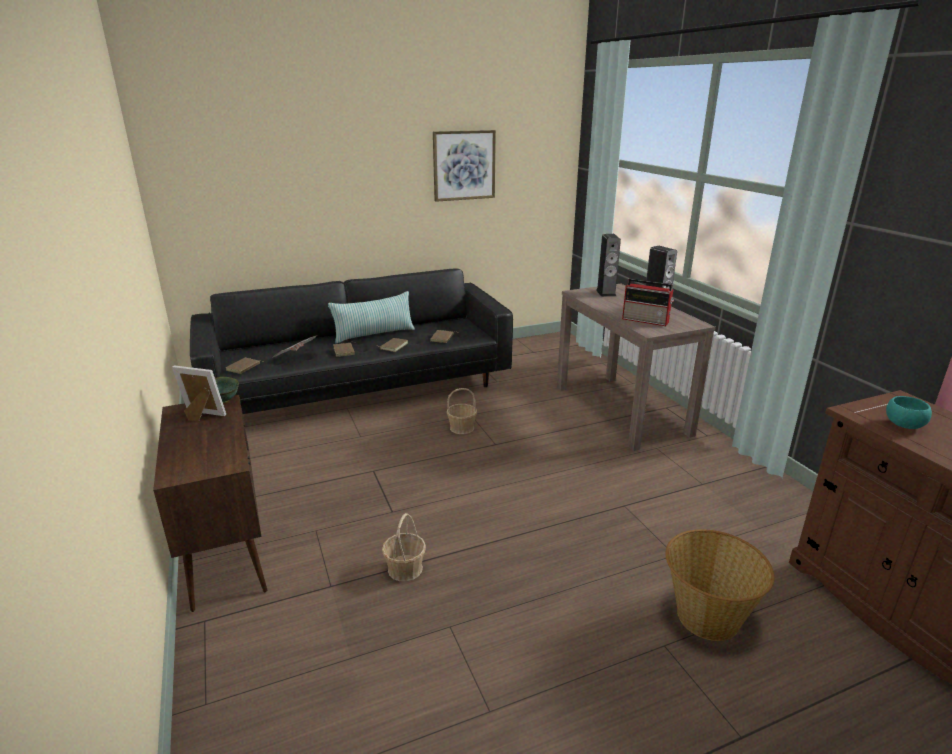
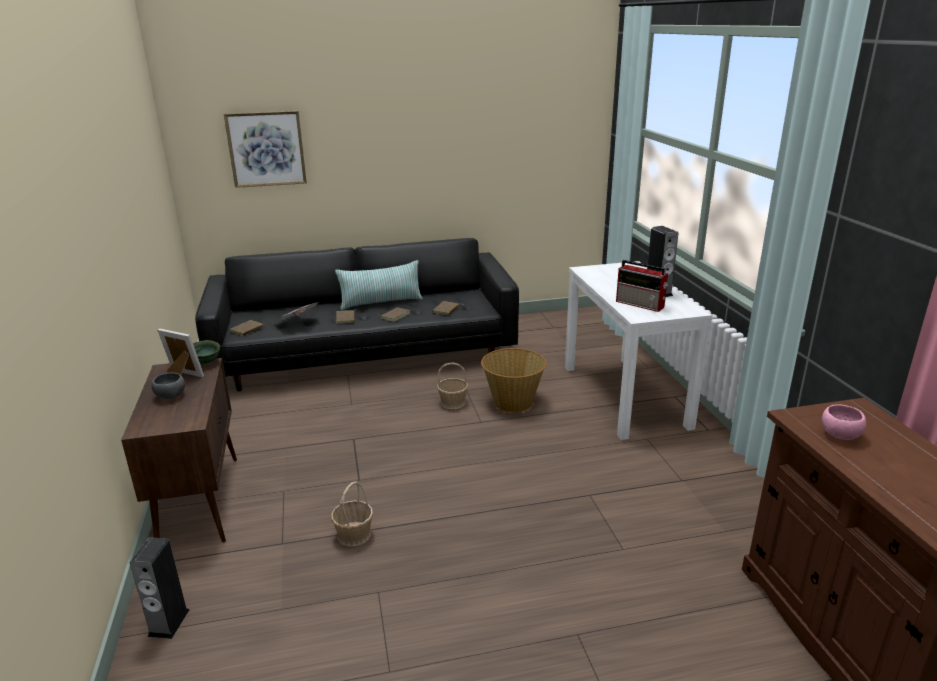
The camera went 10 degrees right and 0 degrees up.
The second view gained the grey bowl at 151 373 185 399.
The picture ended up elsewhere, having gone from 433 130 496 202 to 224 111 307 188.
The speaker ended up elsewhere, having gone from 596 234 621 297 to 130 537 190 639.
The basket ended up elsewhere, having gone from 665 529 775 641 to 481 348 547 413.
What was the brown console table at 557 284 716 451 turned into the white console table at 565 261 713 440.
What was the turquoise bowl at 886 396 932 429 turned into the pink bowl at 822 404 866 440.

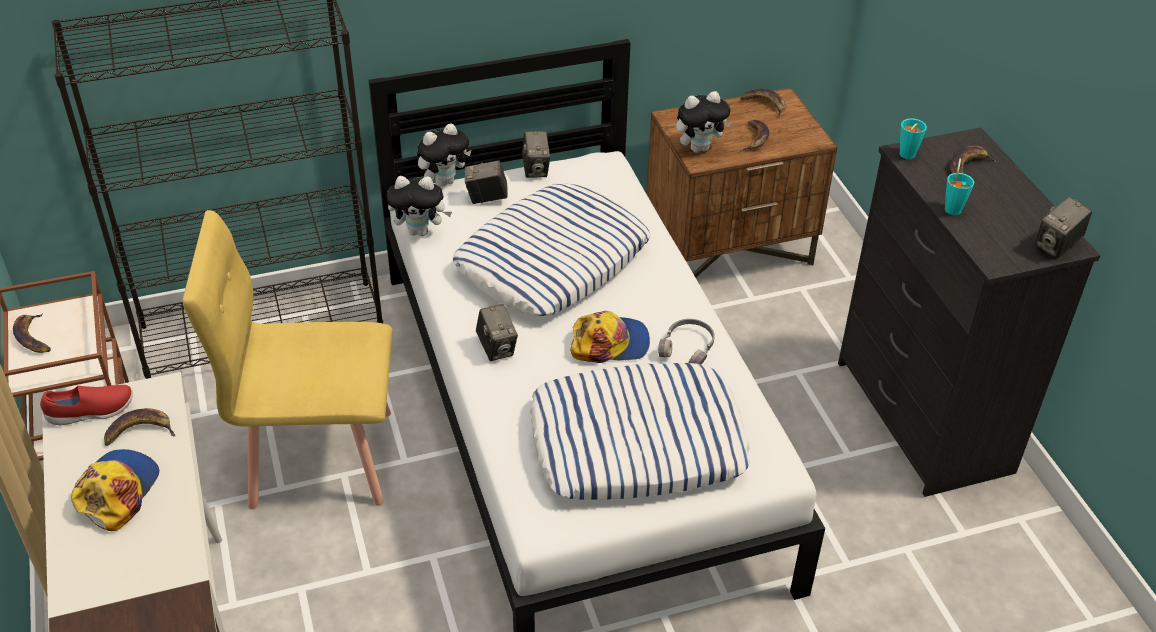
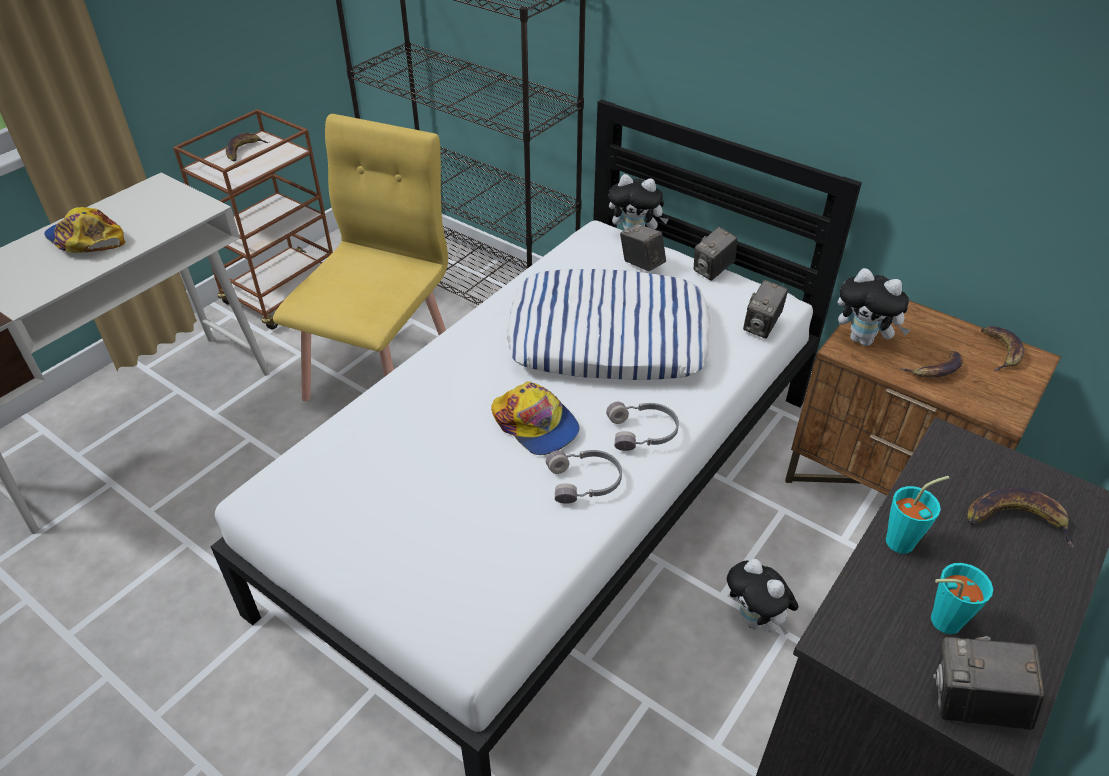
The camera went 55 degrees right and 0 degrees up.
The second view lost the red shoe at 40 385 133 425.
The second view lost the banana at 104 408 175 446.
The second view lost the pillow at 530 363 750 500.
The second view gained the grey headphones at 606 402 679 451.
The plush toy ended up elsewhere, having gone from 387 176 452 236 to 727 559 799 635.
The photo camera ended up elsewhere, having gone from 476 304 518 361 to 743 280 788 339.
The turquoise cup ended up elsewhere, having gone from 900 118 927 159 to 931 563 993 634.
The cap at 71 449 159 531 ended up facing another way, 120 degrees counterclockwise from before.
The yellow chair at 182 210 392 509 ended up facing another way, 60 degrees clockwise from before.

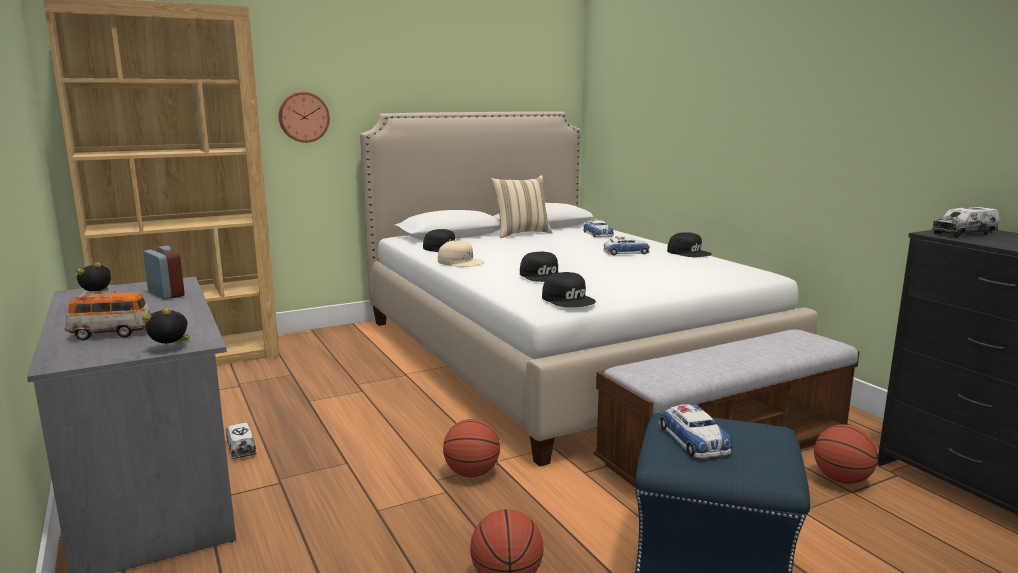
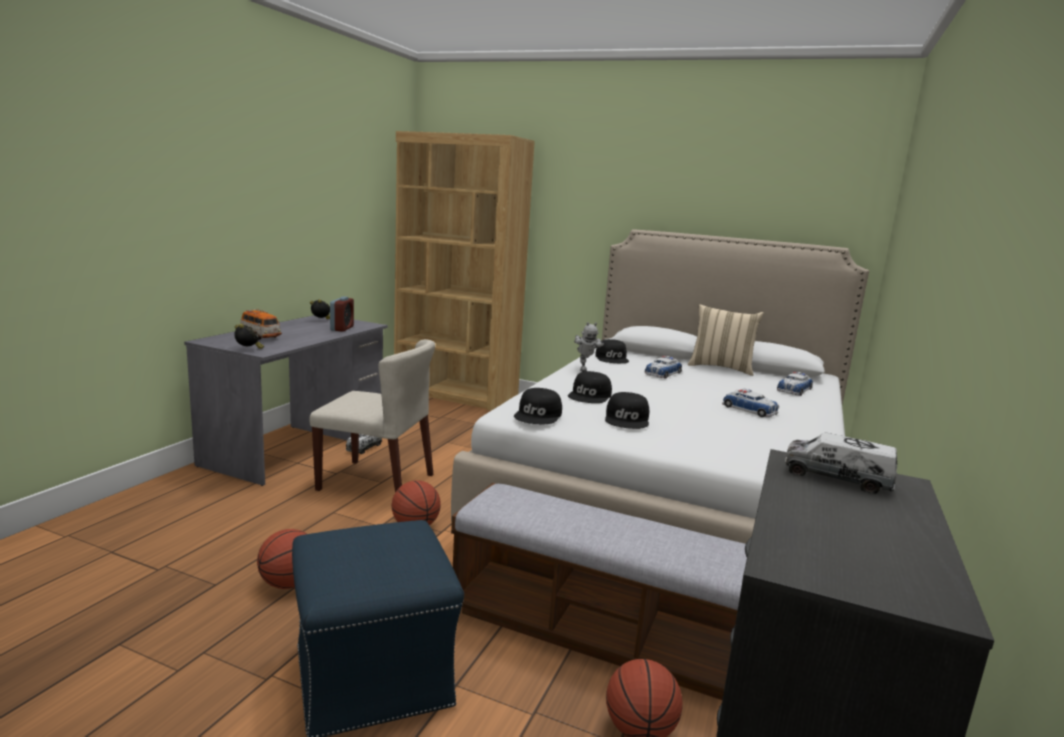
The camera went 50 degrees right and 0 degrees up.
The second view lost the wall clock at 278 92 330 143.
The second view gained the beige chair at 309 339 435 492.
The toy car ended up elsewhere, having gone from 659 404 732 459 to 645 356 682 379.
The black cap ended up elsewhere, having gone from 667 232 712 257 to 605 392 649 429.
Where the beige cap stood at 438 241 484 267, the toy robot came to stand at 574 322 604 372.

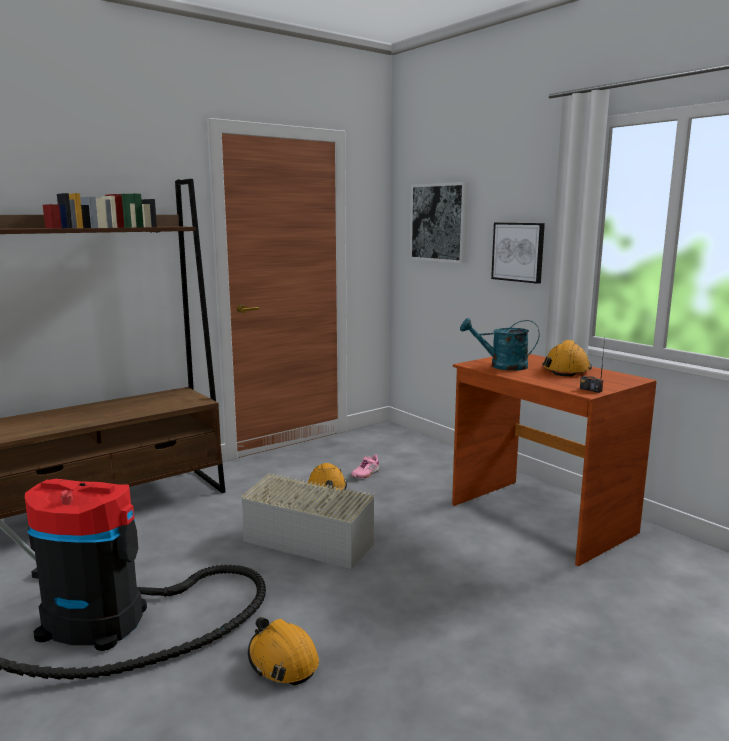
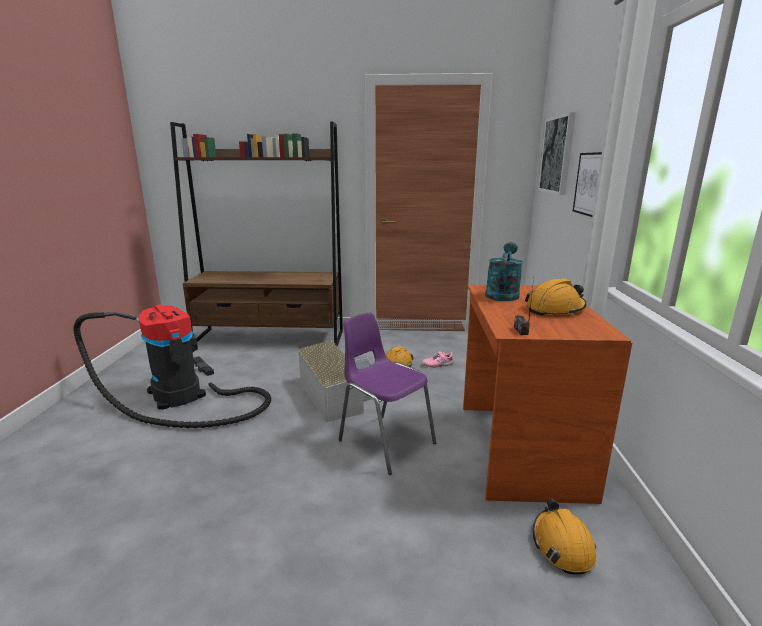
The camera went 40 degrees right and 5 degrees up.
The second view gained the purple chair at 339 313 436 475.
The orange hard hat ended up elsewhere, having gone from 248 617 319 685 to 533 499 596 575.
The turquoise watering can at 460 318 539 371 ended up facing another way, 60 degrees clockwise from before.

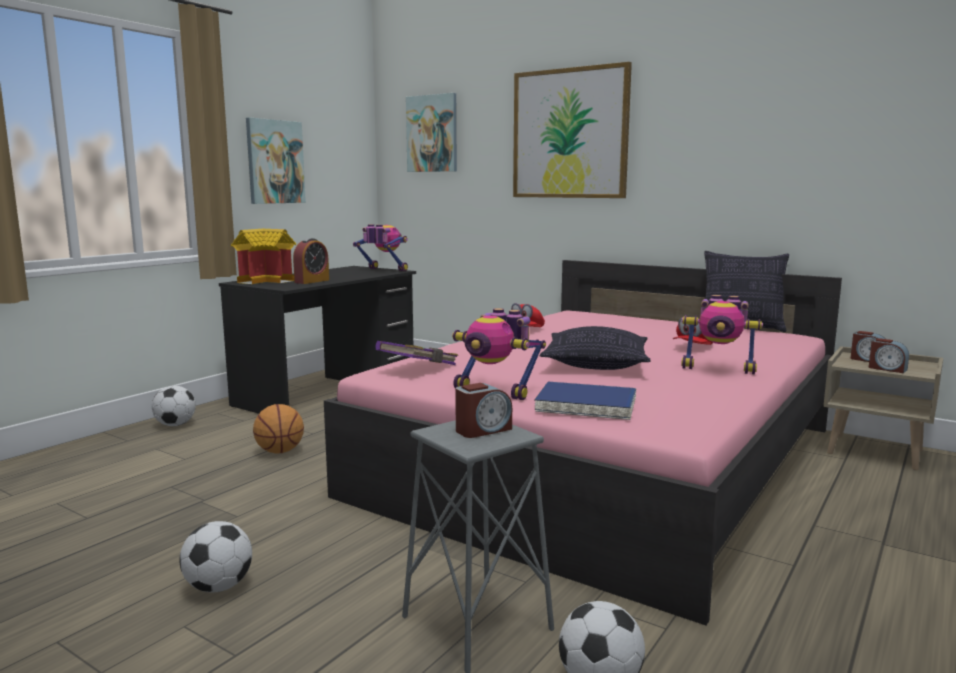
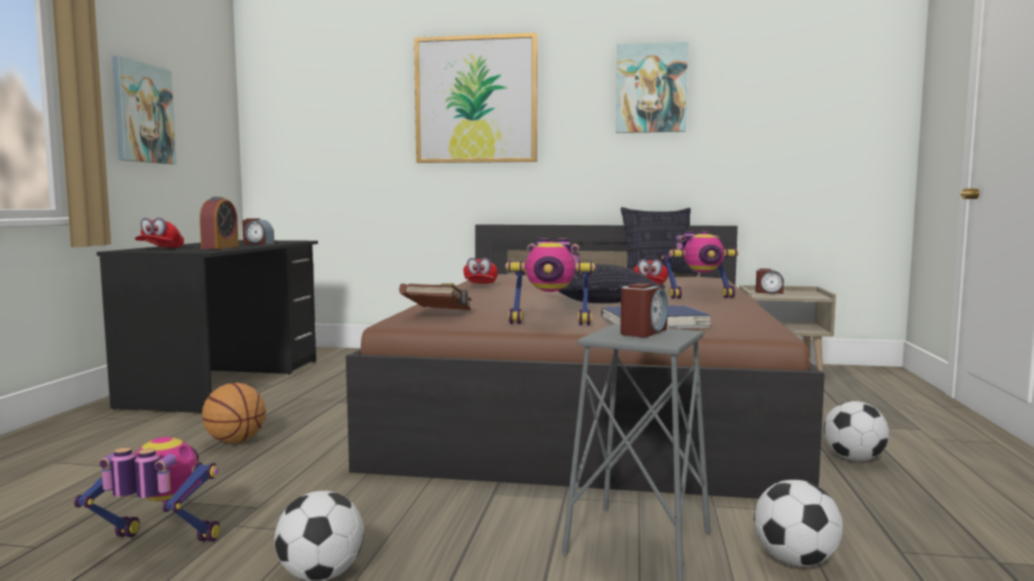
The camera went 25 degrees left and 5 degrees down.
The football ended up elsewhere, having gone from 152 386 196 426 to 824 401 889 461.
The toy robot ended up elsewhere, having gone from 353 224 408 271 to 74 437 220 542.
The picture ended up elsewhere, having gone from 406 93 457 172 to 616 42 688 133.
The alarm clock ended up elsewhere, having gone from 869 338 909 373 to 242 218 274 244.
Where the toy house stood at 231 229 296 284, the red cap came to stand at 135 218 184 248.
What was the pink bed at 324 260 842 626 turned into the brown bed at 346 224 825 499.
What was the purple book at 375 341 458 365 turned into the brown book at 399 283 472 310.

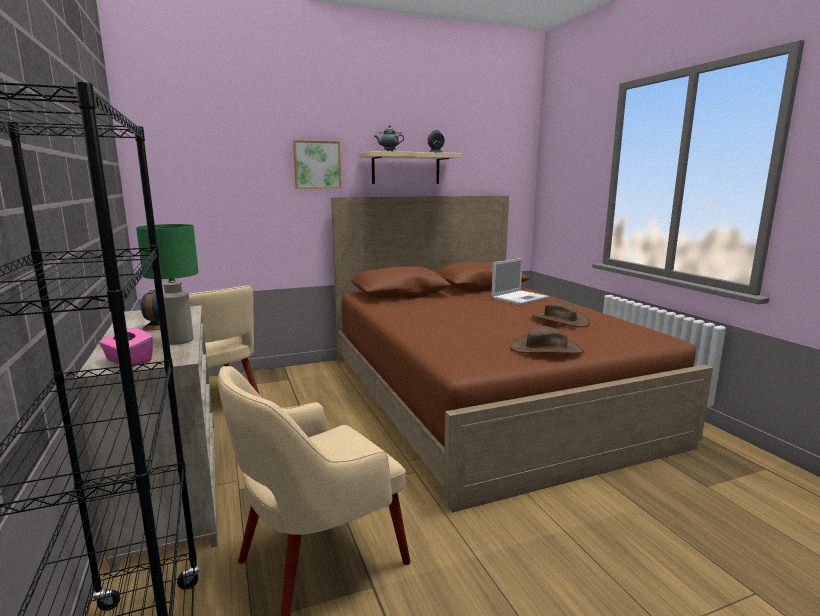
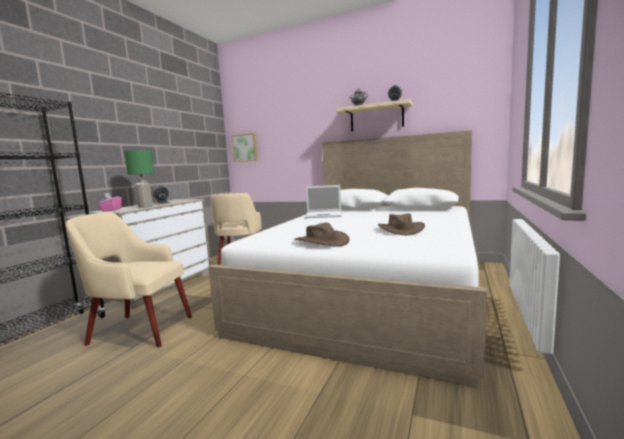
The camera went 45 degrees right and 5 degrees down.
The picture ended up elsewhere, having gone from 293 140 341 188 to 232 133 258 162.
The laptop ended up elsewhere, having gone from 491 258 549 305 to 305 185 342 218.
What was the brown bed at 331 195 713 513 turned into the white bed at 209 130 487 387.

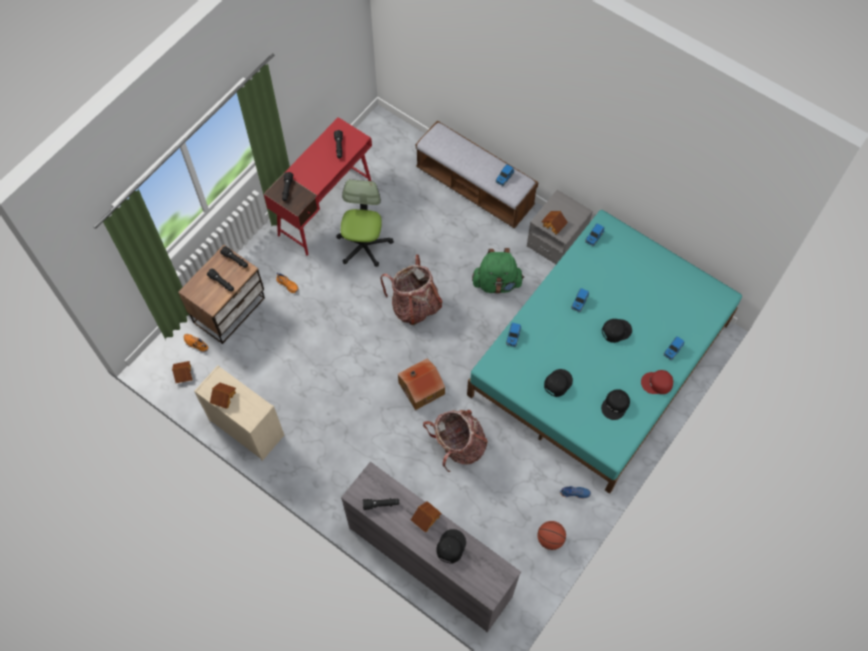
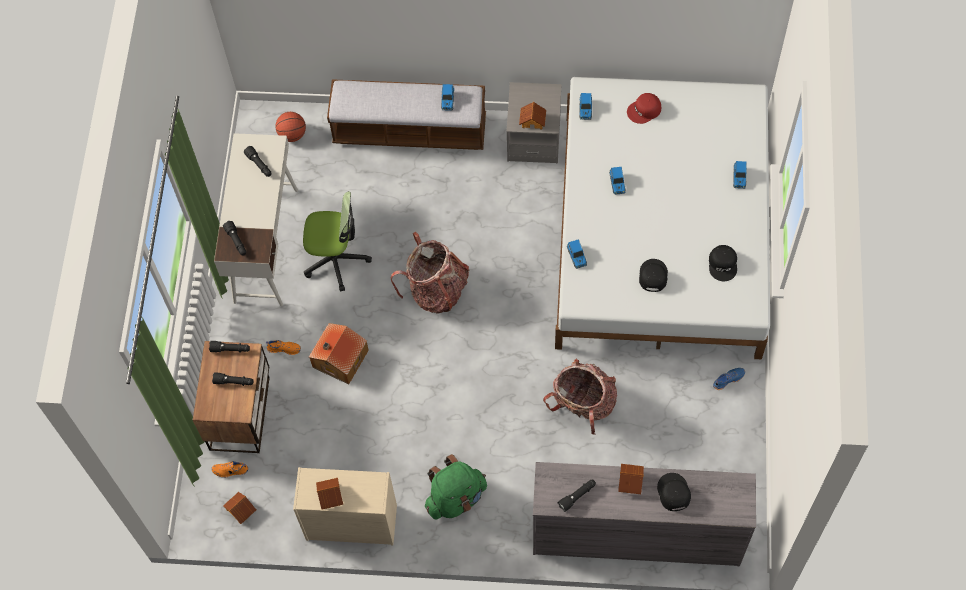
The camera went 30 degrees left and 0 degrees up.
The second view lost the black cap at 602 319 632 343.
The toy house ended up elsewhere, having gone from 398 358 445 410 to 309 323 369 384.
The green backpack ended up elsewhere, having gone from 472 248 524 293 to 425 454 487 519.
The basketball ended up elsewhere, having gone from 538 521 566 550 to 275 112 306 142.
The red cap ended up elsewhere, having gone from 641 370 673 394 to 627 93 661 124.
What was the red desk at 264 117 372 256 turned into the white desk at 214 133 298 306.
What was the turquoise bed at 467 210 742 494 turned into the white bed at 555 77 770 359.
The office chair at 336 179 394 267 ended up facing another way, 120 degrees clockwise from before.

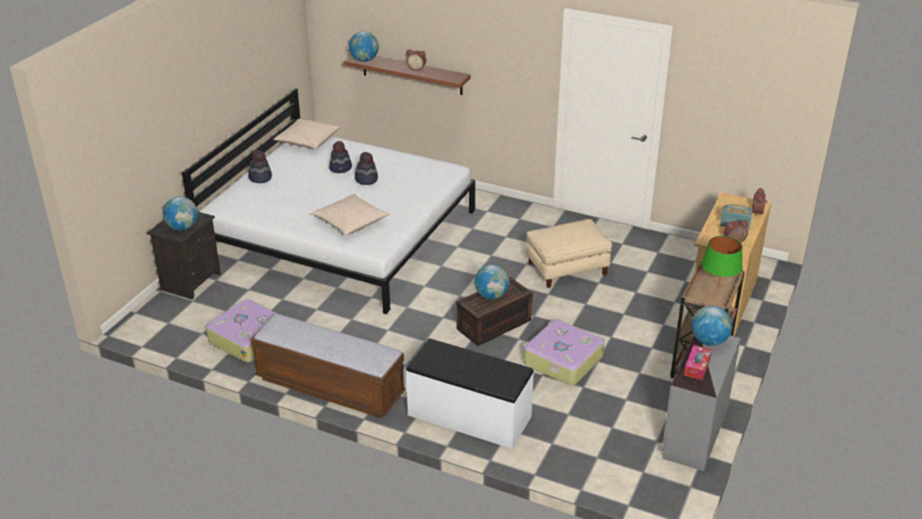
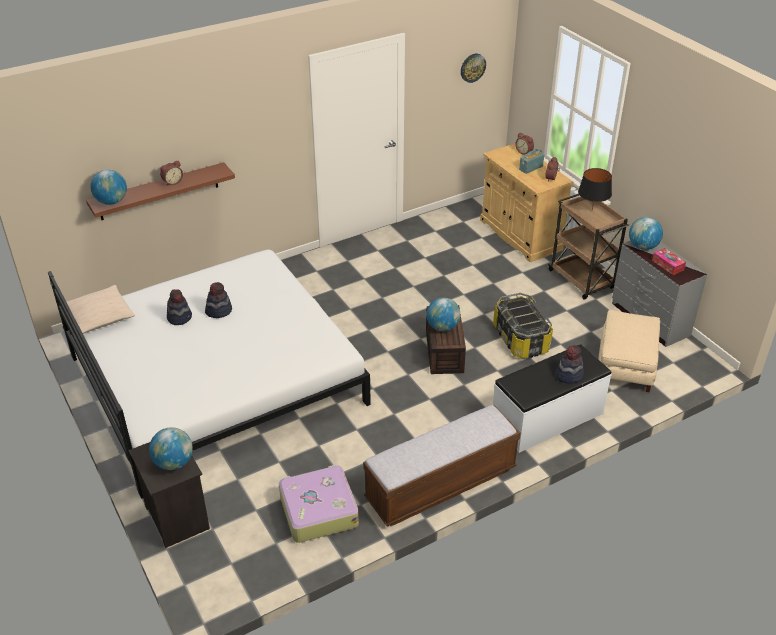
The camera went 55 degrees left and 5 degrees up.
The second view lost the beige pillow at 312 194 389 235.
The second view gained the wall clock at 461 54 486 83.
The hat ended up elsewhere, having gone from 248 150 272 183 to 556 345 584 384.
The beige ottoman ended up elsewhere, having gone from 526 219 612 288 to 598 310 660 392.
Where the suitcase stood at 524 320 604 386, the storage box came to stand at 493 293 553 358.
What was the green table lamp at 702 236 743 287 turned into the black table lamp at 578 168 612 210.

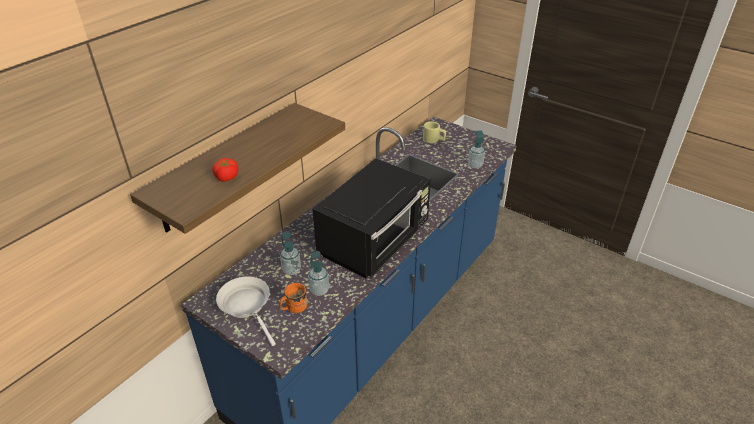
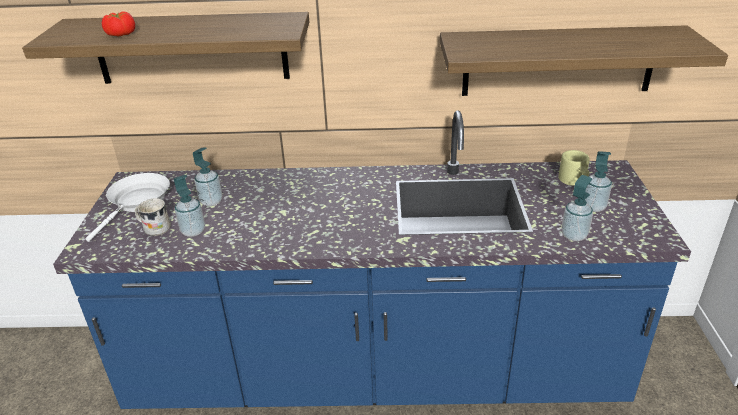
The camera went 55 degrees right and 5 degrees down.
The second view lost the black microwave at 312 158 431 278.
The second view gained the shelf at 440 25 728 96.
The second view gained the soap dispenser at 585 151 612 212.
What was the orange mug at 279 283 308 314 turned into the white mug at 135 198 171 236.

